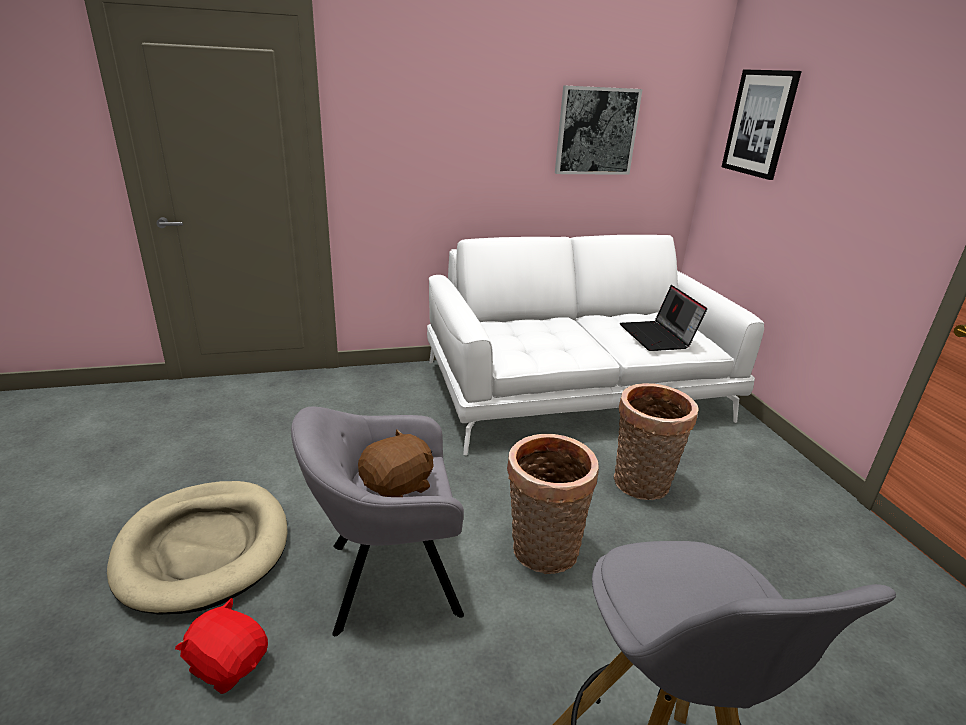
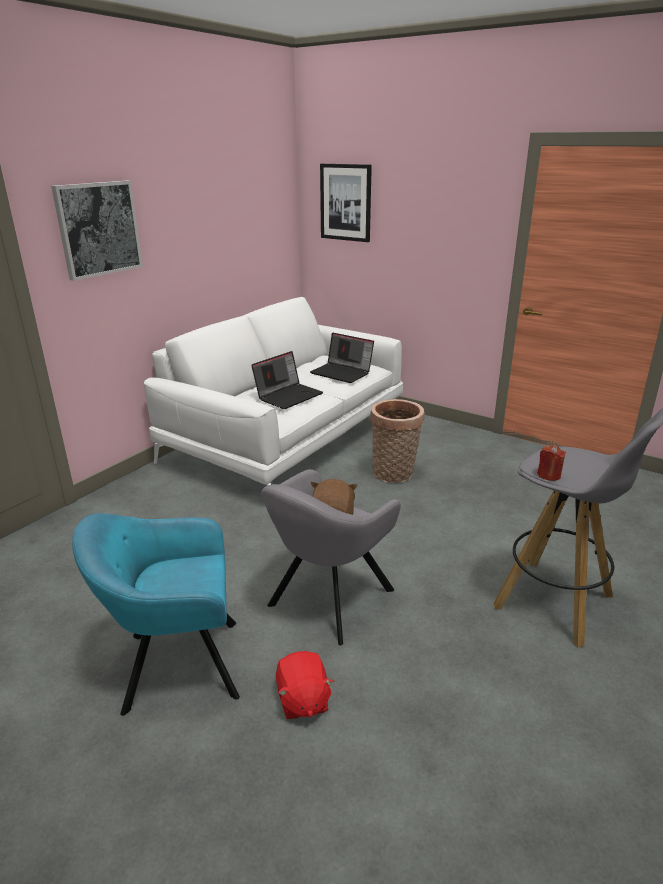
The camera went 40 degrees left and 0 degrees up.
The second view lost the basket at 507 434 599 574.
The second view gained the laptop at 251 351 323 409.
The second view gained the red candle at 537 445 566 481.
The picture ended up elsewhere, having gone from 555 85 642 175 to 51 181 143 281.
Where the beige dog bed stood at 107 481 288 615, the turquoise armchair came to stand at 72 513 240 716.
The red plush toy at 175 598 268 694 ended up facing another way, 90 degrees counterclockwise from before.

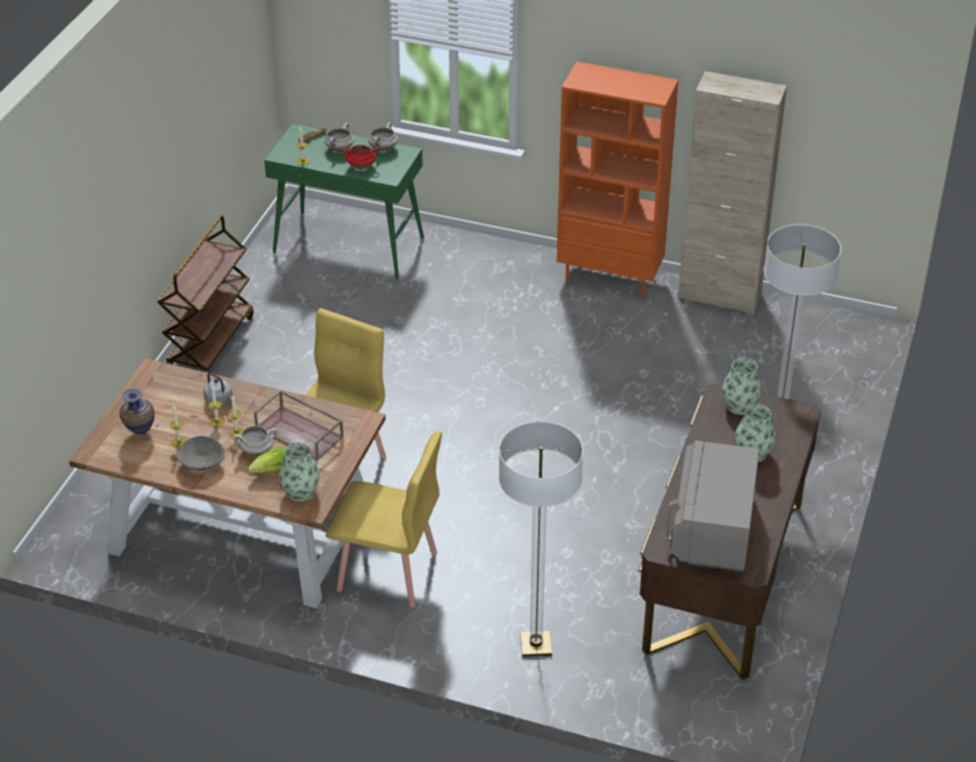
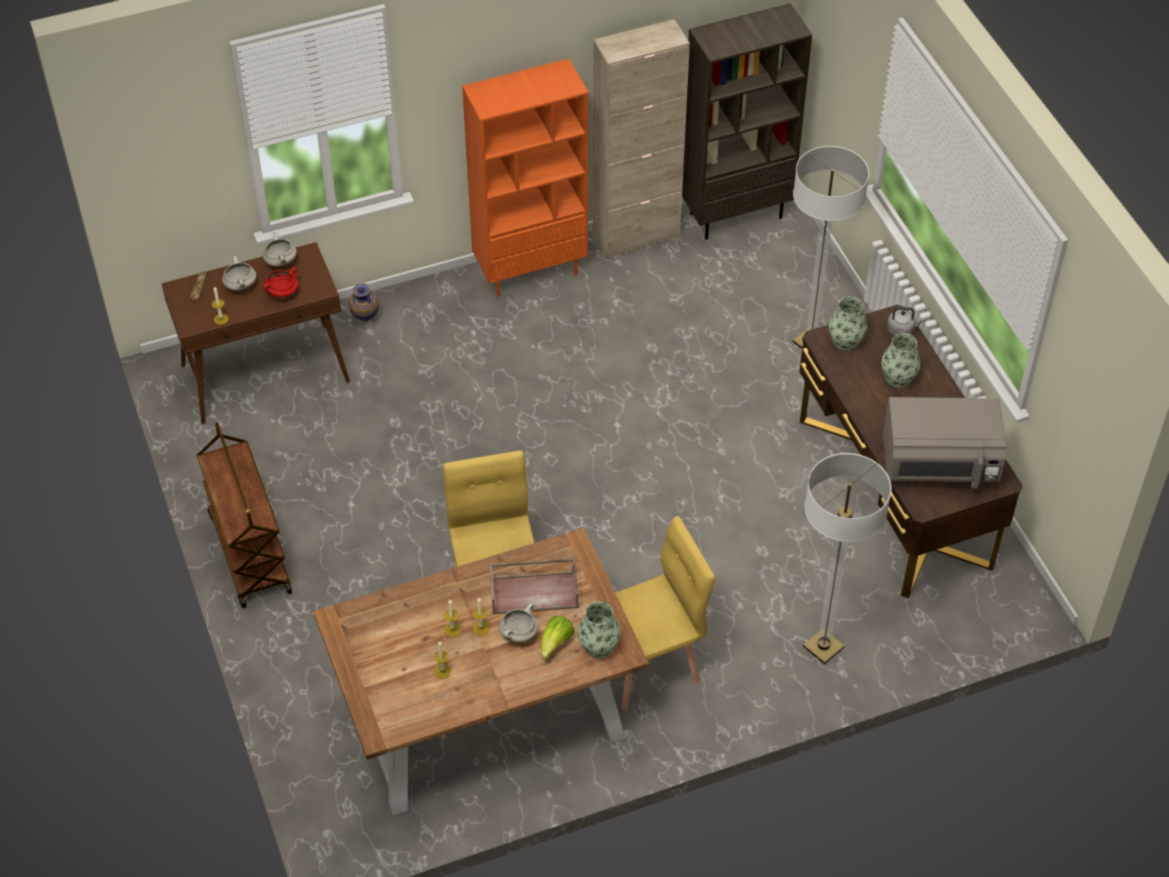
The camera went 40 degrees left and 10 degrees up.
The second view lost the grey bowl at 176 436 225 470.
The second view gained the brown bookcase at 682 3 812 240.
The vase ended up elsewhere, having gone from 120 388 155 434 to 348 283 379 321.
The grey kettle ended up elsewhere, having gone from 204 372 232 406 to 887 307 925 336.
What was the green console table at 264 124 424 279 turned into the brown console table at 161 242 350 424.
The grey microwave at 666 440 759 572 ended up facing another way, 60 degrees counterclockwise from before.

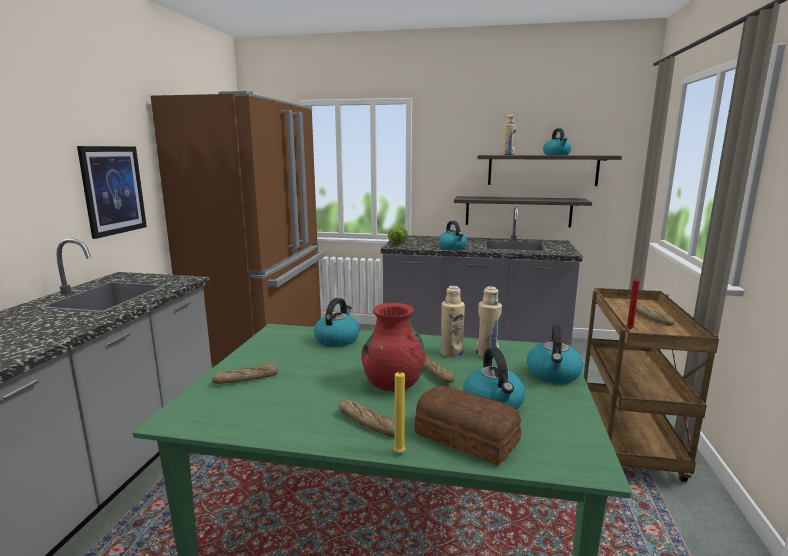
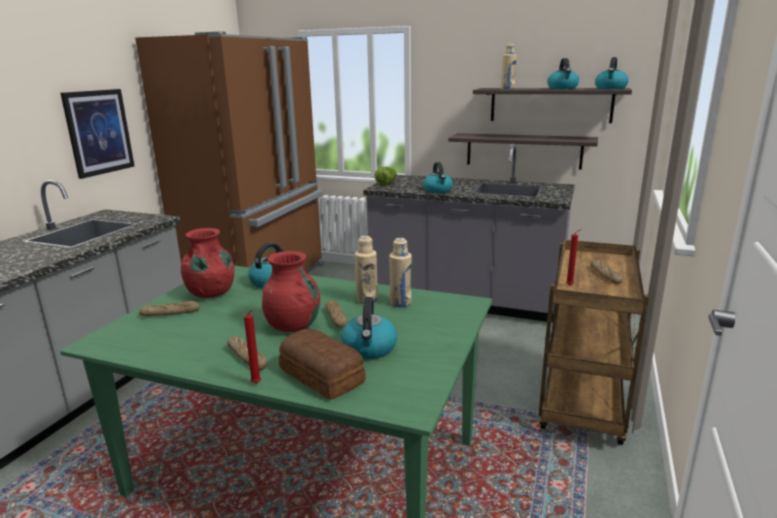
The camera went 10 degrees right and 5 degrees up.
The second view gained the red vase at 181 228 234 298.
The kettle ended up elsewhere, having gone from 527 325 583 384 to 595 57 629 89.
What was the yellow candle at 394 367 408 453 turned into the red candle at 244 310 261 384.

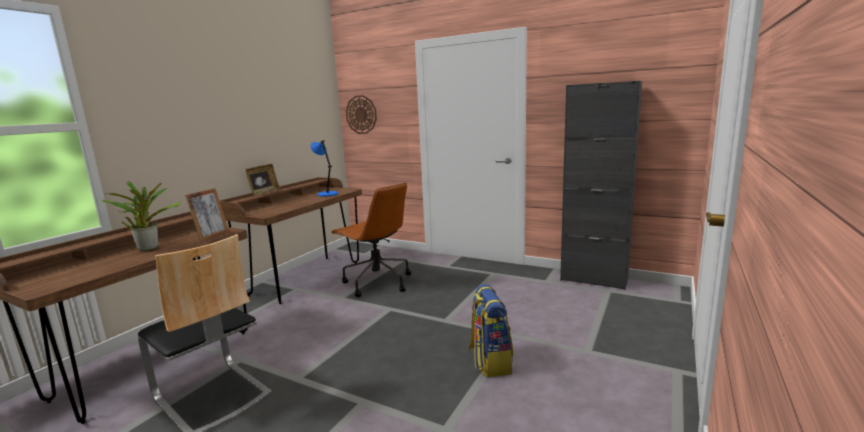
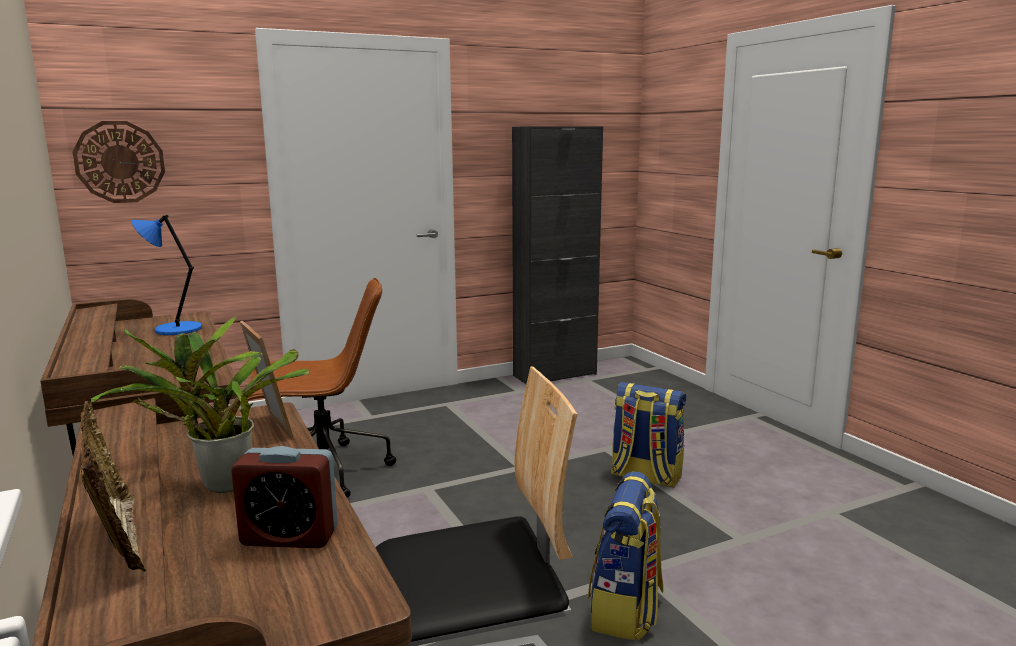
The camera went 55 degrees left and 0 degrees up.
The second view gained the alarm clock at 231 446 338 548.
The second view gained the backpack at 588 471 663 641.
The picture frame ended up elsewhere, having gone from 246 164 280 196 to 80 399 146 572.

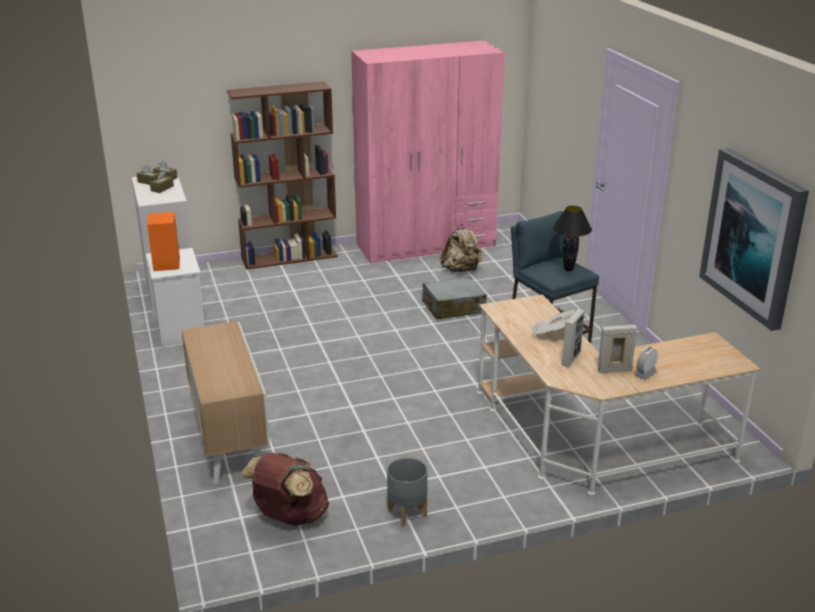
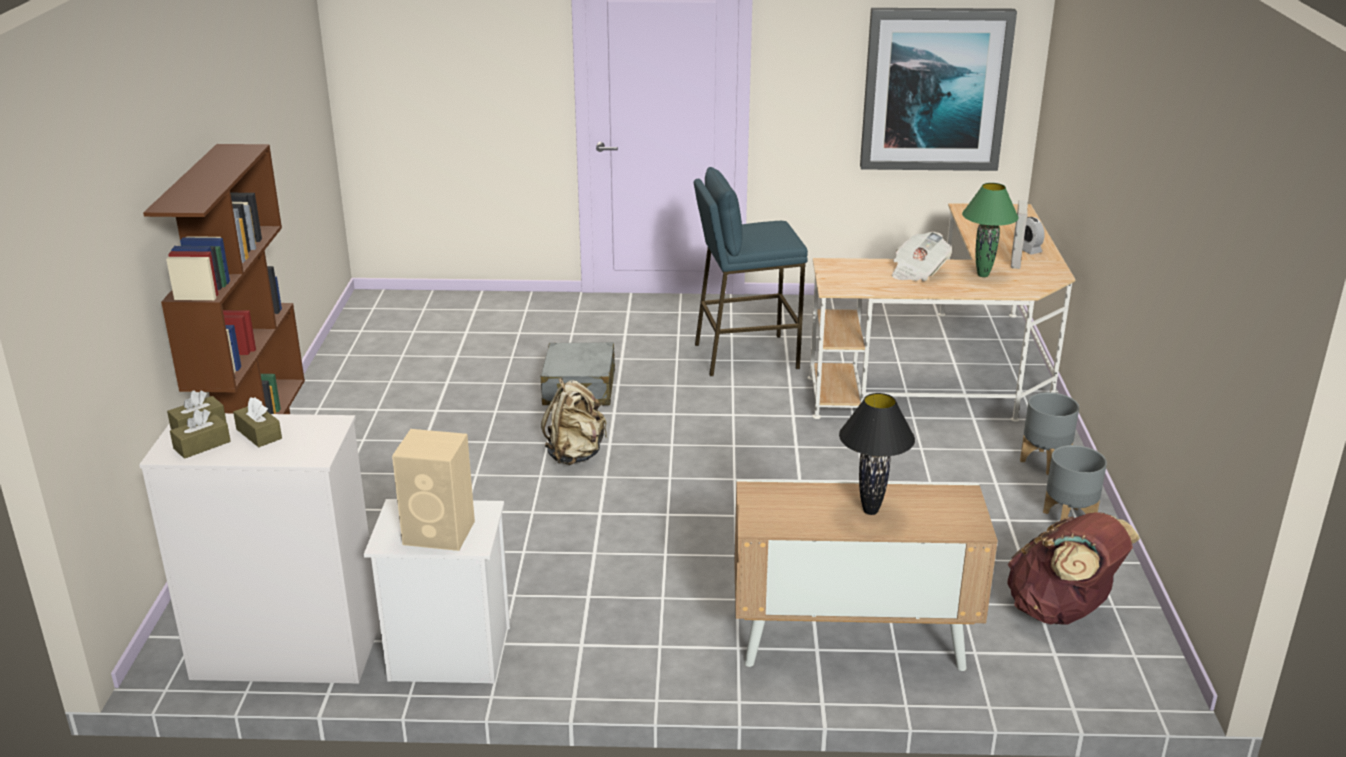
The camera went 70 degrees left and 0 degrees up.
The second view lost the pink wardrobe at 351 40 505 264.
The second view gained the grey planter at 1020 392 1079 475.
The beige backpack ended up elsewhere, having gone from 440 224 483 272 to 541 378 607 465.
The black table lamp ended up elsewhere, having gone from 553 206 592 271 to 839 393 915 515.
Where the picture frame stood at 562 309 585 367, the green table lamp came to stand at 962 183 1019 277.
What was the orange speaker at 147 212 180 271 turned into the beige speaker at 392 429 475 551.

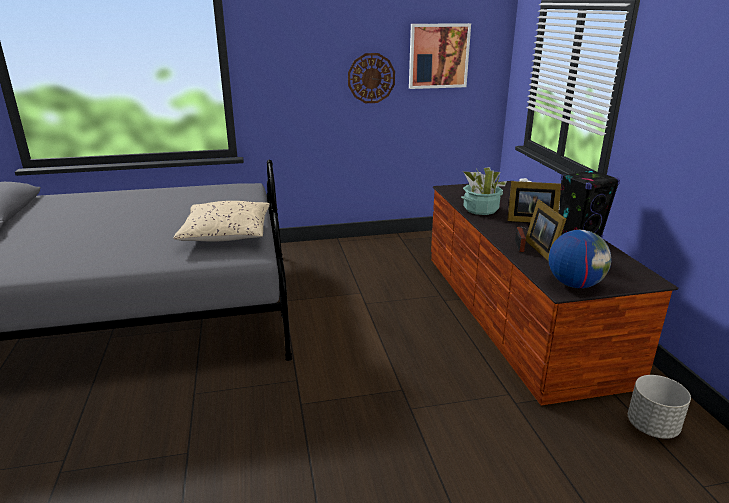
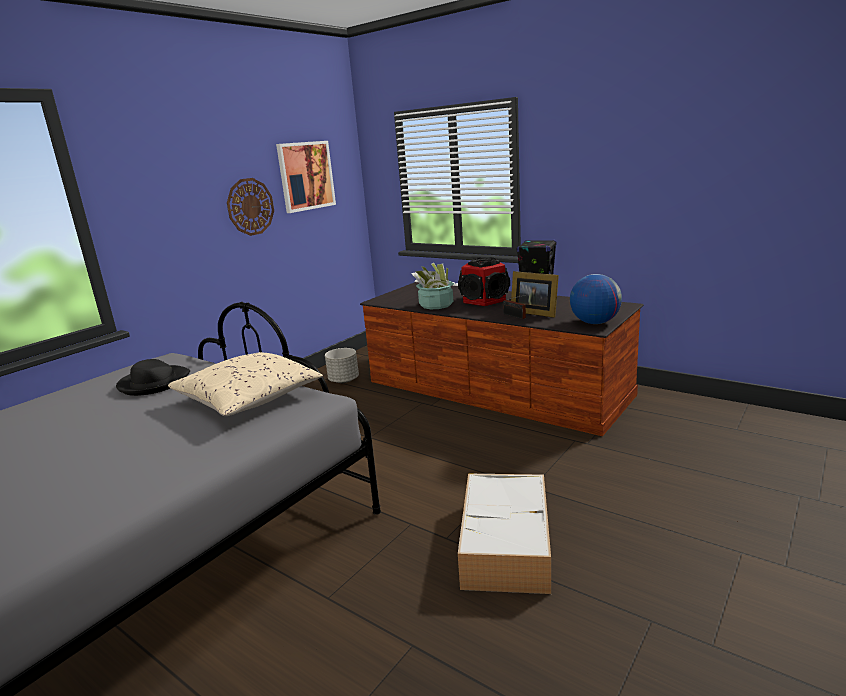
The camera went 40 degrees left and 5 degrees down.
The second view gained the black hat at 116 359 190 396.
The second view gained the storage box at 458 474 551 594.
The grey planter ended up elsewhere, having gone from 628 375 691 439 to 325 348 359 383.
Where the picture frame stood at 507 181 561 223, the speaker came to stand at 458 257 510 306.

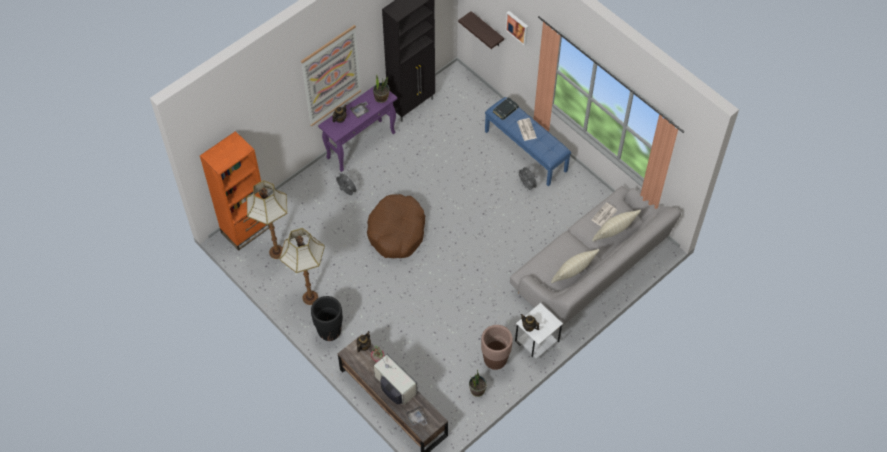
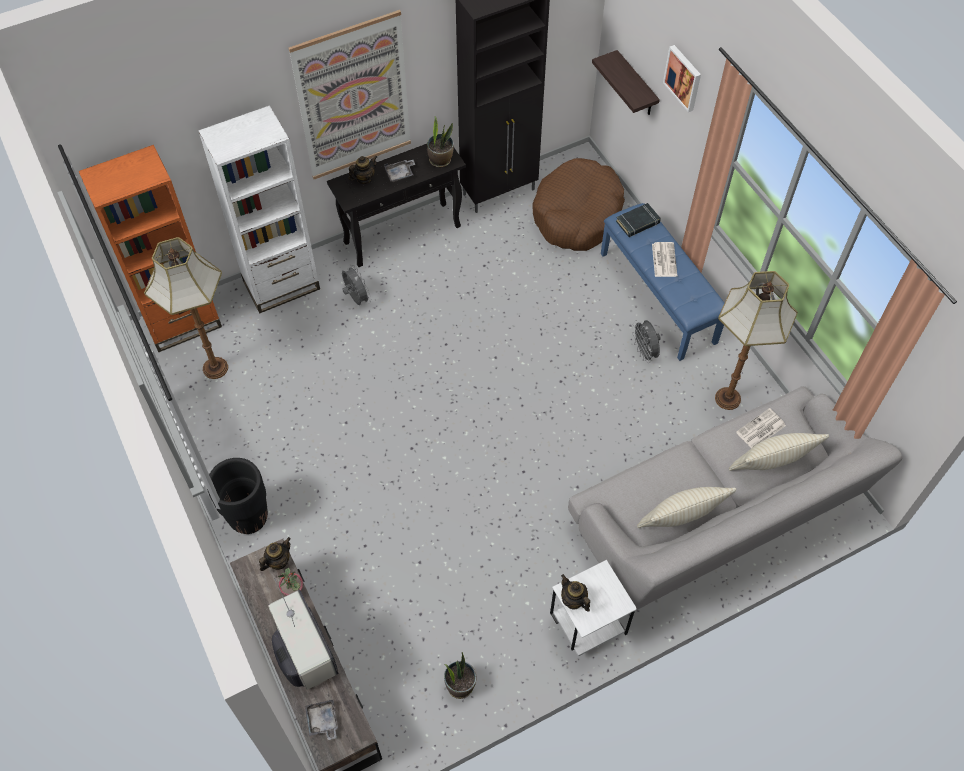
The camera went 15 degrees right and 0 degrees up.
The second view lost the brown planter at 481 325 513 370.
The second view gained the white bookcase at 198 105 320 313.
The floor lamp ended up elsewhere, having gone from 280 228 325 305 to 715 271 798 410.
The brown dog bed ended up elsewhere, having gone from 367 194 425 258 to 532 158 625 251.
What was the purple console table at 318 82 398 172 turned into the black console table at 327 144 466 267.

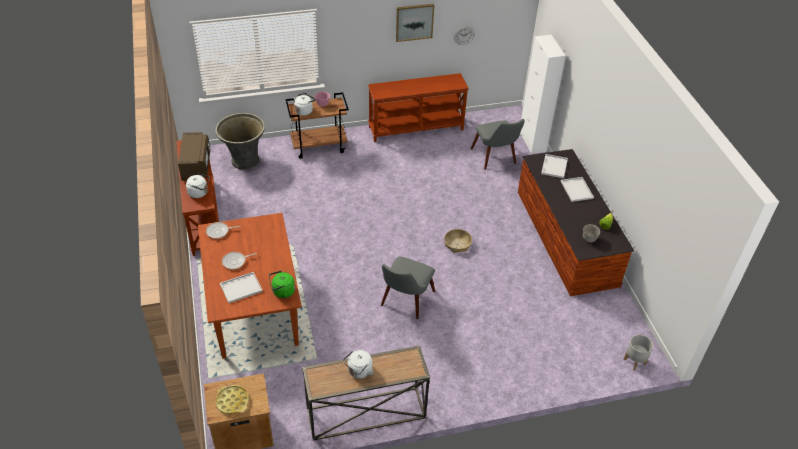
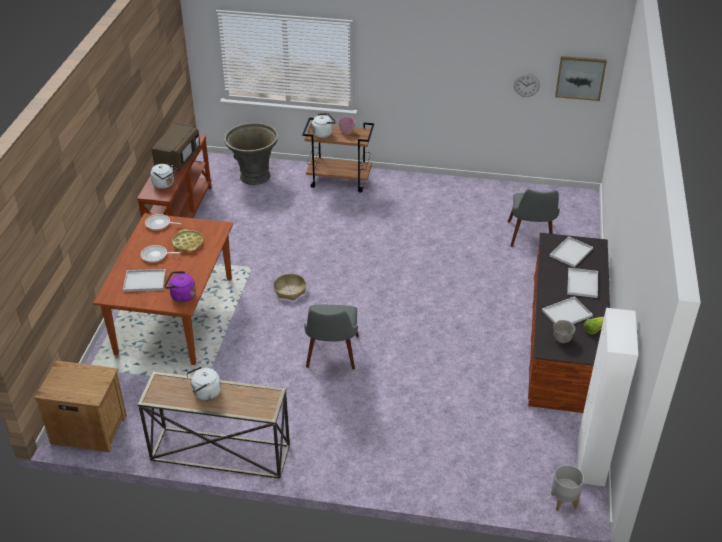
The camera went 25 degrees right and 5 degrees down.
The second view lost the brown console table at 368 73 469 142.
The second view gained the white tray at 542 297 593 324.
The yellow tray ended up elsewhere, having gone from 216 385 249 414 to 172 229 203 251.
The picture ended up elsewhere, having gone from 396 4 435 42 to 555 56 607 101.
The basket ended up elsewhere, having gone from 444 229 472 253 to 273 274 306 300.
The white cabinet ended up elsewhere, having gone from 520 35 566 154 to 578 308 638 486.
What was the green kettle at 269 271 295 298 turned into the purple kettle at 164 271 196 302.
The grey chair at 381 256 435 319 ended up facing another way, 45 degrees counterclockwise from before.

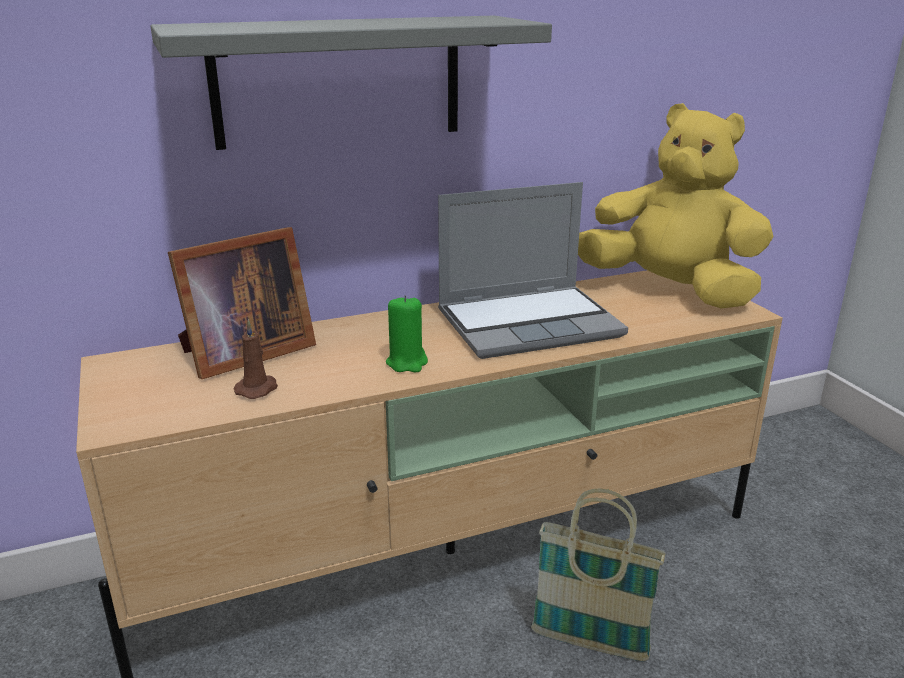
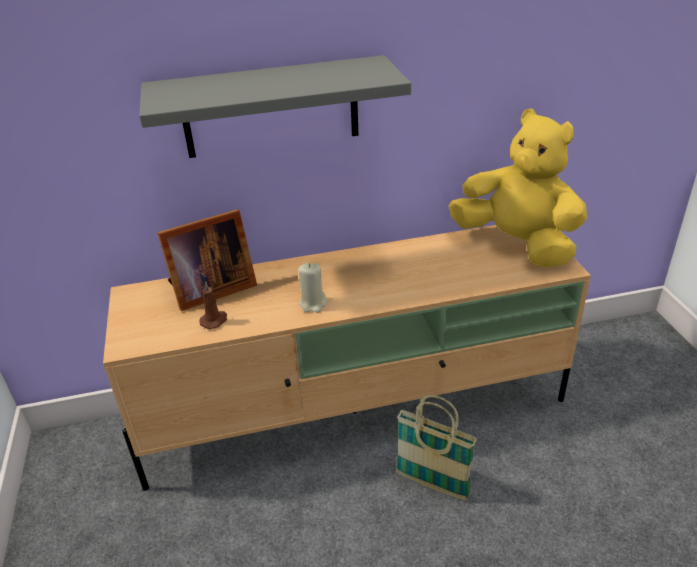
The camera went 10 degrees right and 10 degrees up.
The second view lost the laptop at 438 182 628 359.
What was the green candle at 386 295 428 372 turned into the beige candle at 298 263 327 313.

